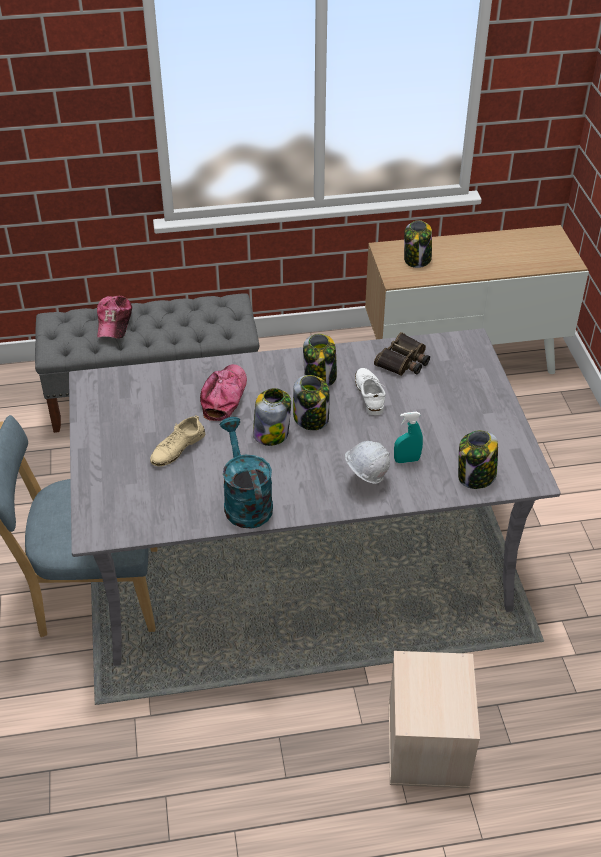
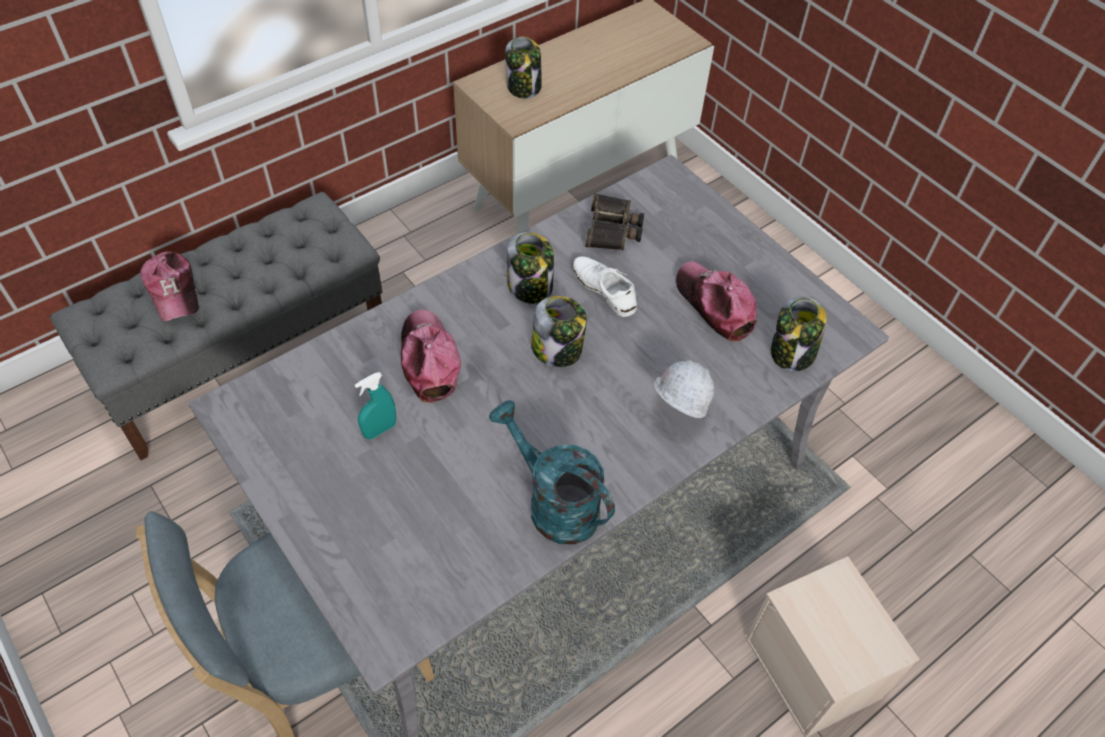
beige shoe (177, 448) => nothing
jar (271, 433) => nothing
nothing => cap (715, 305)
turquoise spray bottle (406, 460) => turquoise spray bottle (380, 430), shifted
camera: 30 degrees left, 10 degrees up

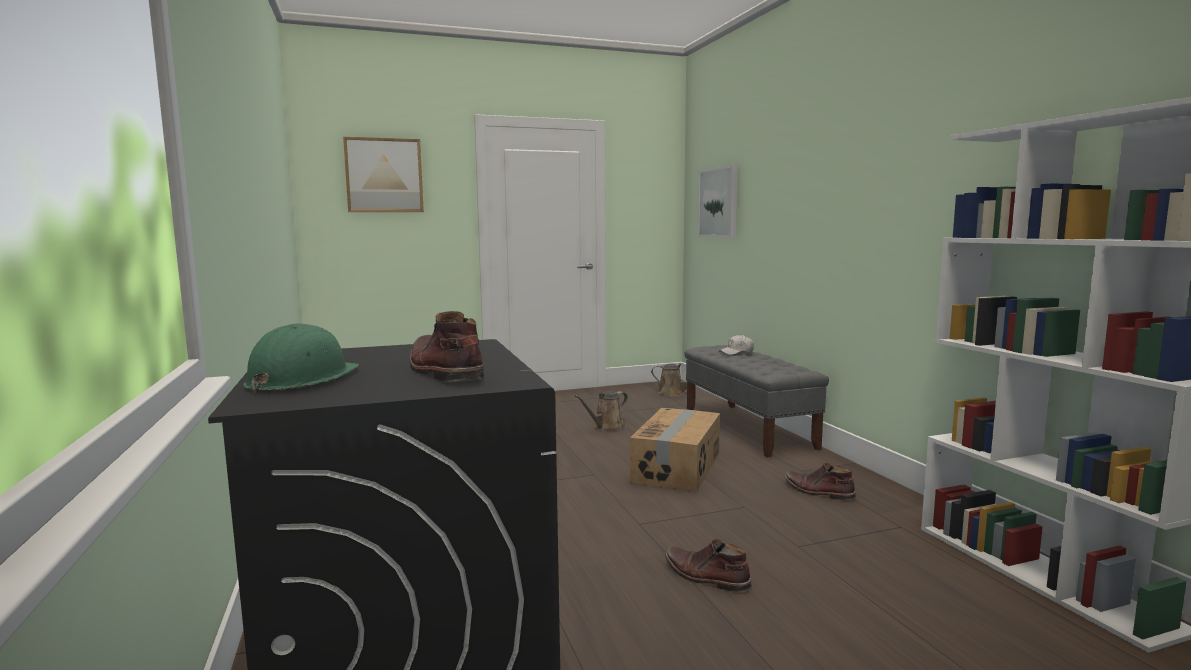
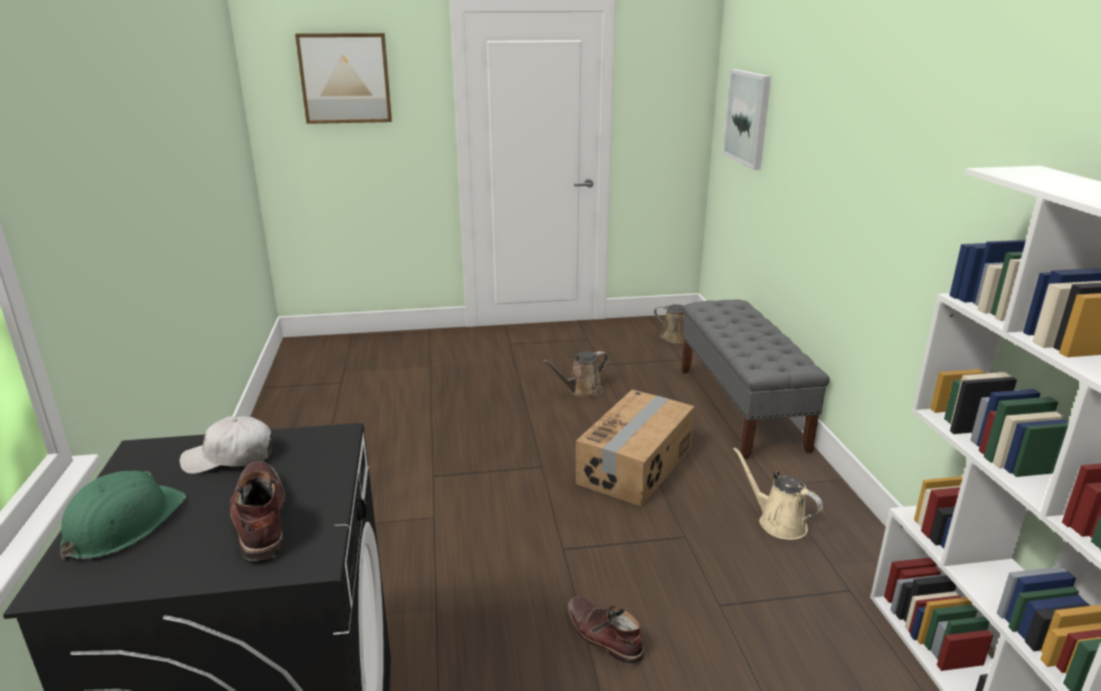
white cap (736, 352) => white cap (230, 457), shifted
brown boot (818, 491) => beige watering can (778, 522)
camera: 10 degrees right, 15 degrees up

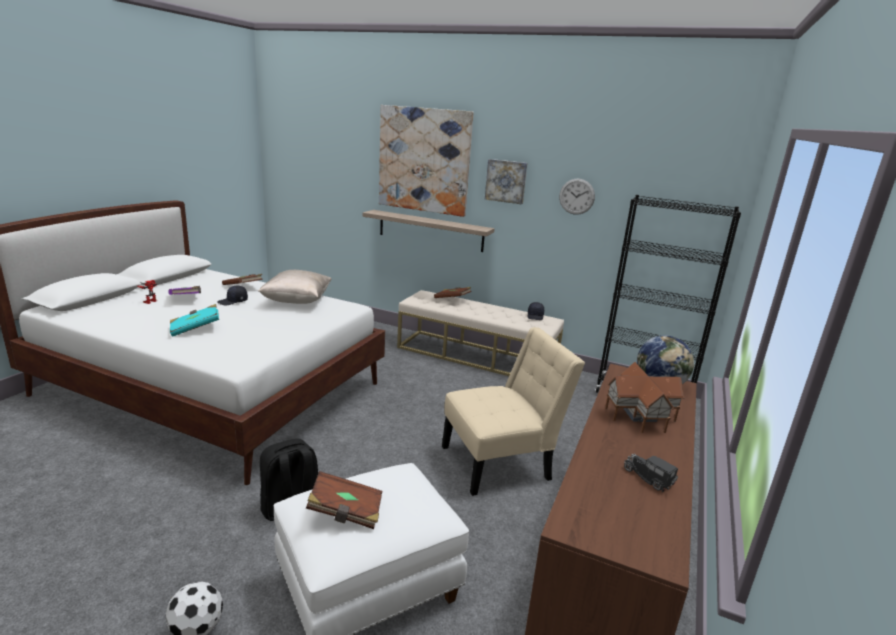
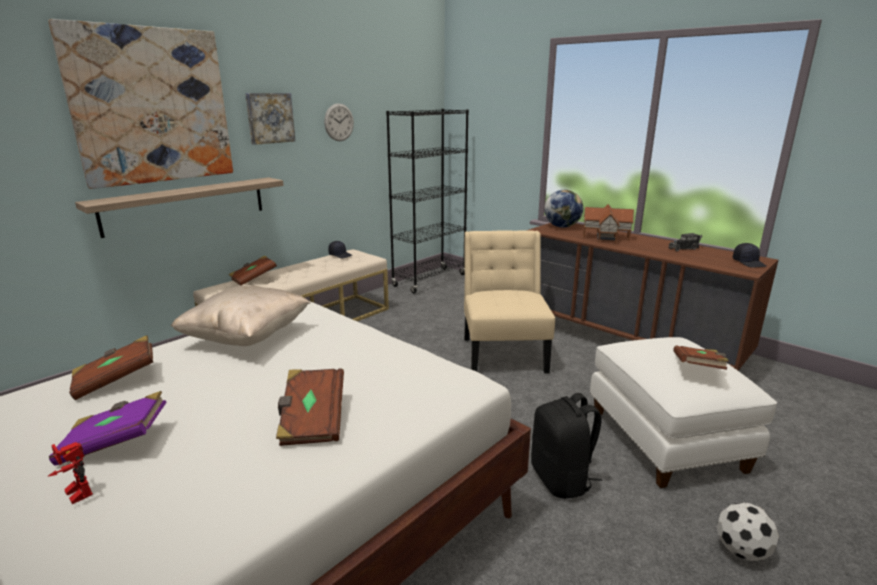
black cap (233, 301) => black cap (749, 263), shifted
turquoise book (195, 329) => brown book (312, 421)
camera: 70 degrees left, 0 degrees up

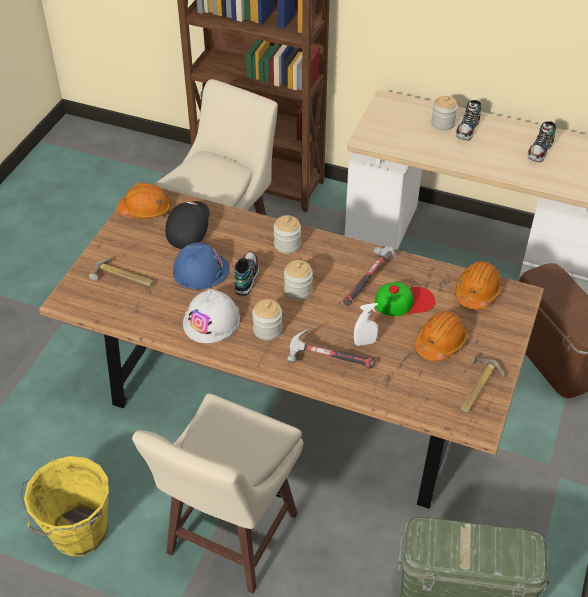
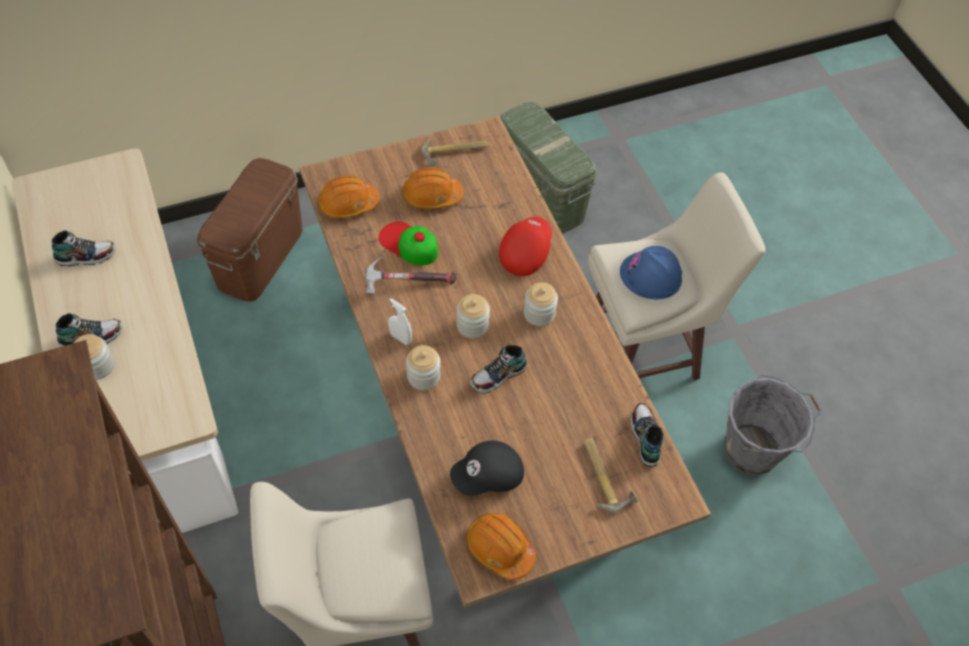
white hard hat (212, 321) => nothing
nothing => shoe (645, 438)
blue hard hat (201, 270) => blue hard hat (650, 276), shifted
white spray bottle (365, 342) => white spray bottle (400, 338), shifted
hammer (328, 360) => red cap (525, 252)
yellow bucket (78, 534) => grey bucket (753, 450)
camera: 135 degrees left, 10 degrees up

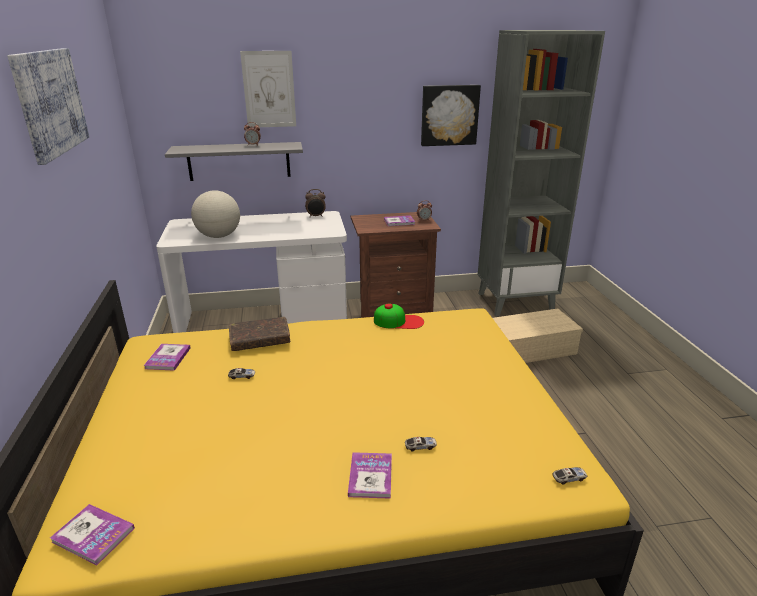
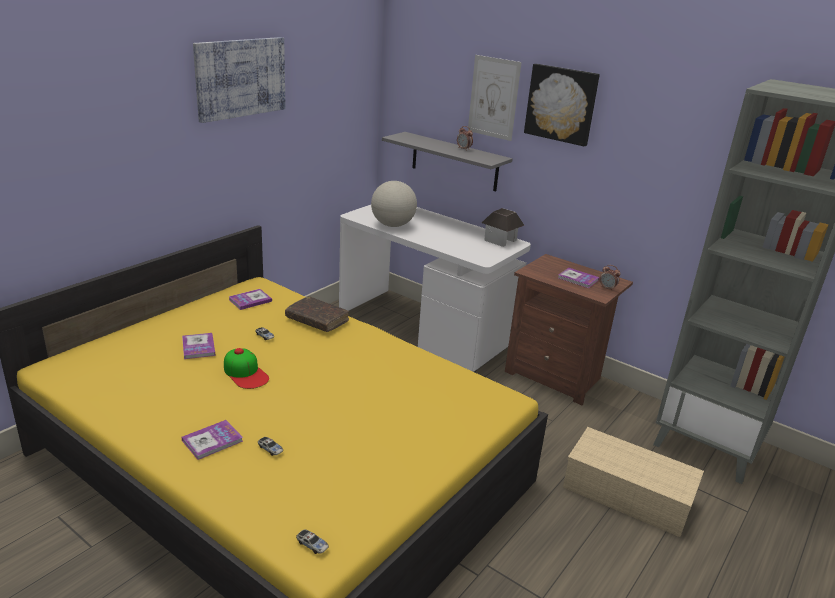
book (93, 535) => book (198, 347), shifted
cap (398, 321) => cap (245, 373), shifted
picture (449, 115) => picture (561, 104), shifted
alarm clock (316, 216) => toy house (500, 240)
camera: 45 degrees right, 0 degrees up

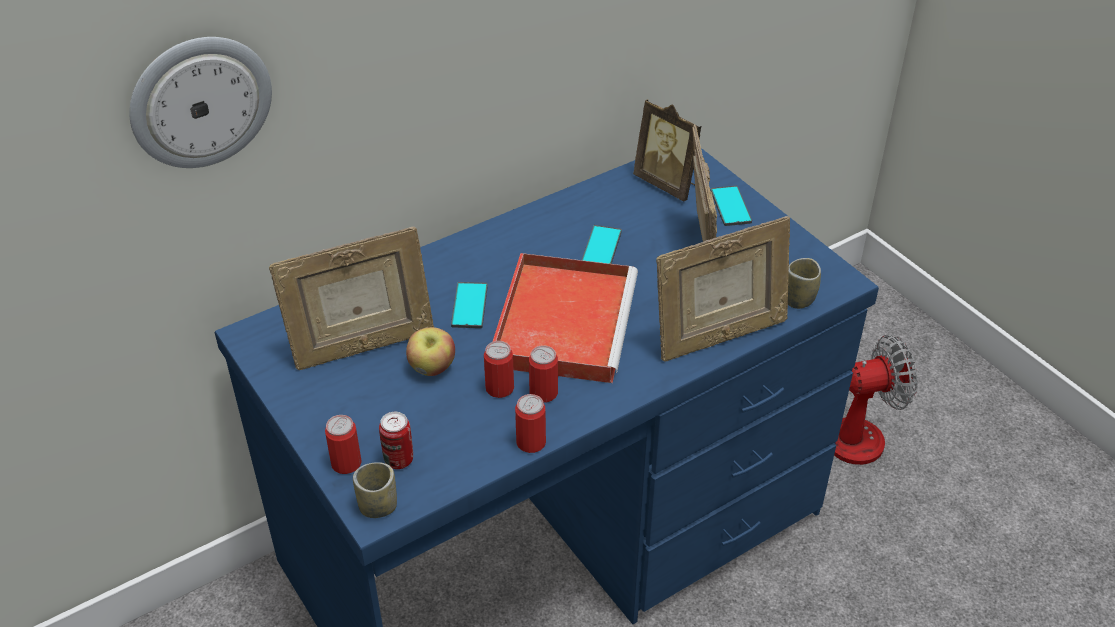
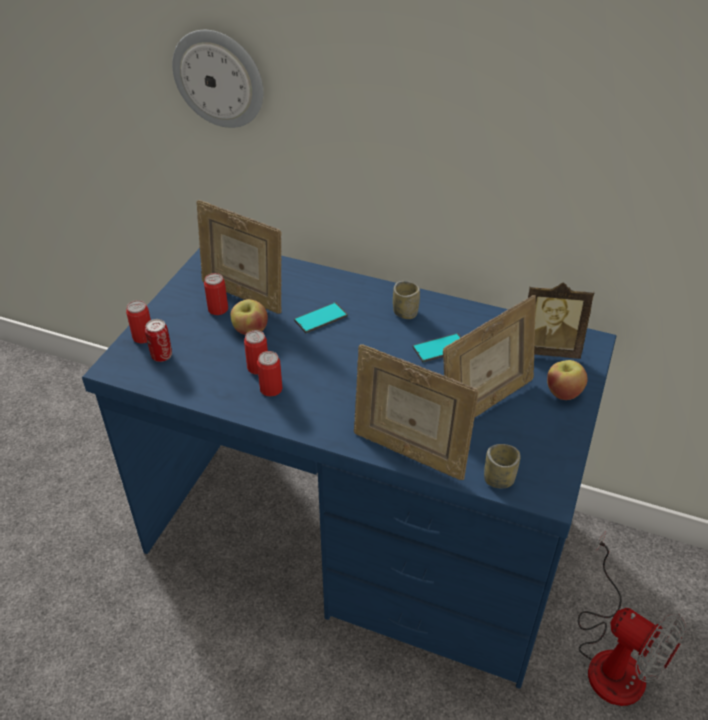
red tray (563, 320) => nothing
cup (378, 506) => cup (405, 313), shifted
can (531, 442) => can (218, 309), shifted
phone (730, 206) => apple (563, 392)
picture frame (668, 184) => picture frame (548, 348), 90 degrees counterclockwise
camera: 55 degrees right, 0 degrees up

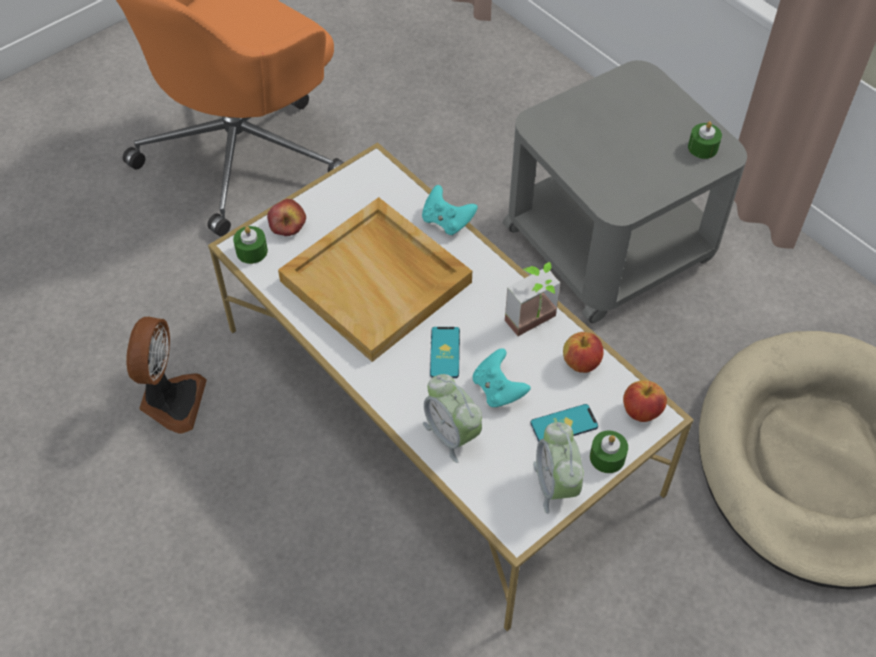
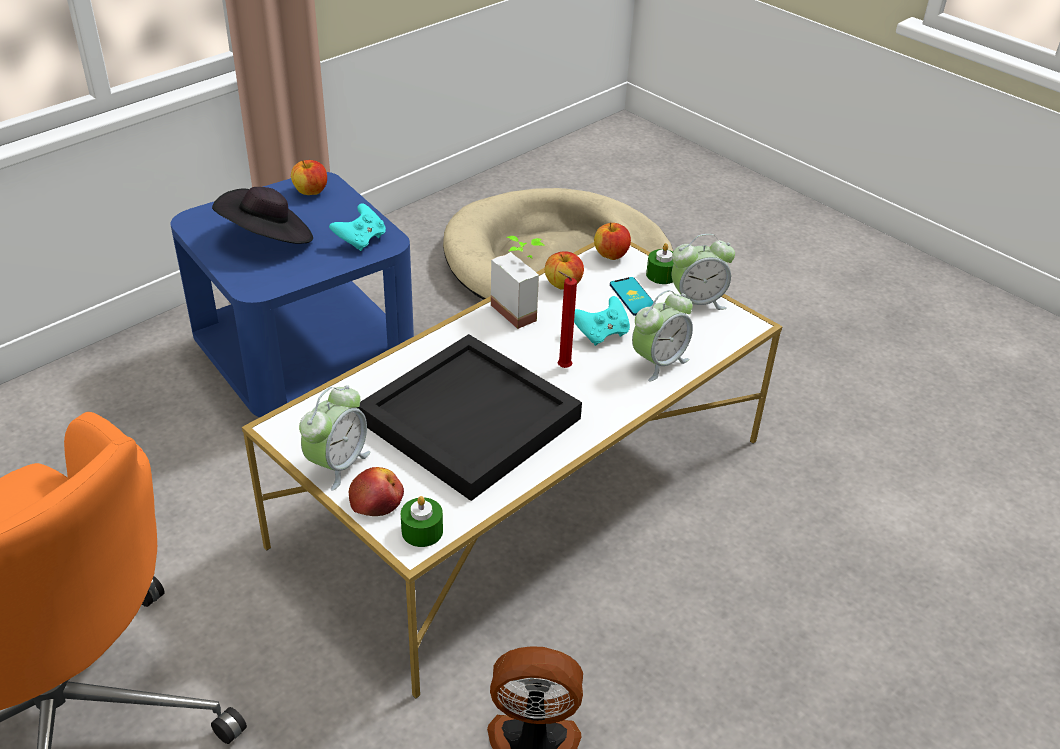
nothing => black hat (268, 239)
nothing => alarm clock (337, 464)
turquoise game controller (447, 221) => turquoise game controller (360, 240), shifted
phone (445, 352) => red candle (562, 367)
green candle (702, 147) => apple (310, 192)
beige tray (378, 282) => black tray (469, 418)
grey side table (610, 240) => blue side table (305, 362)
camera: 95 degrees left, 15 degrees down

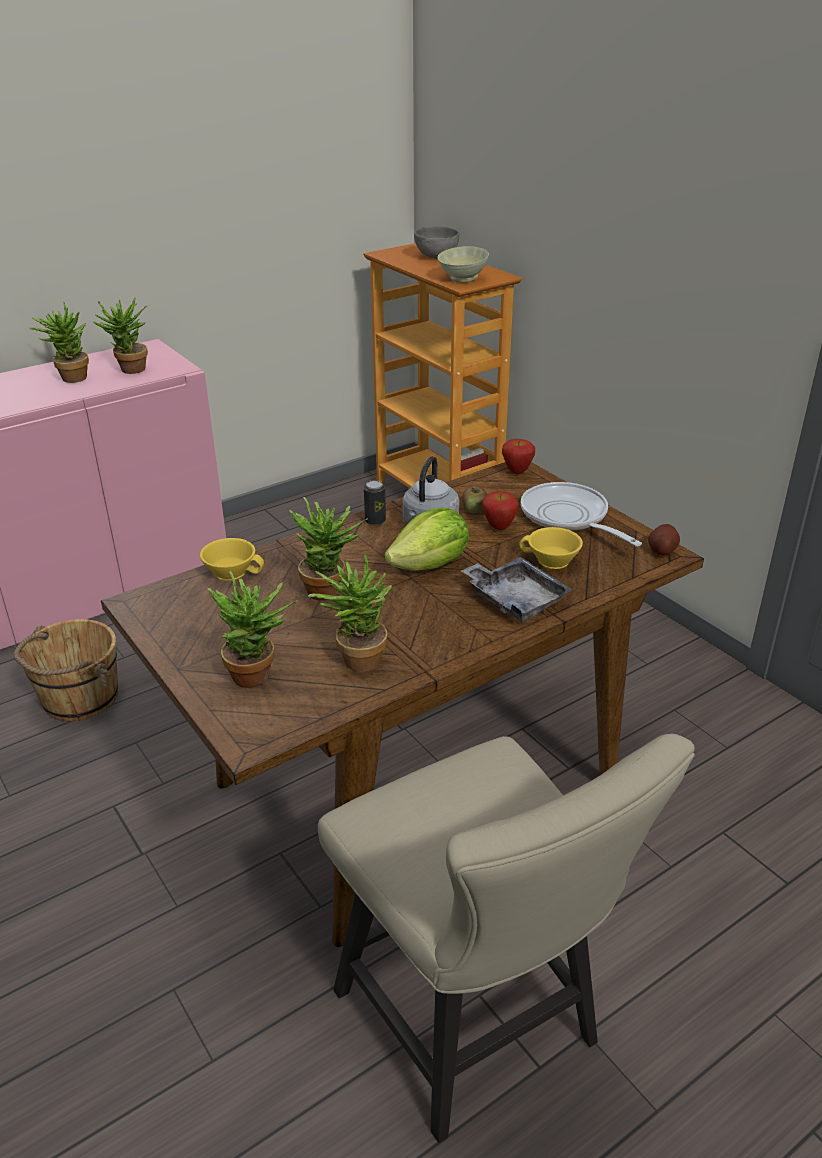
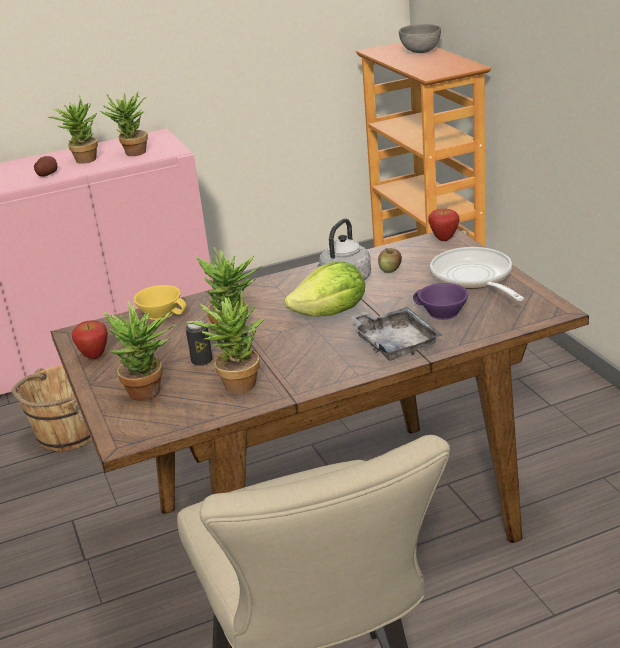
beige bowl (462, 279) => nothing
can (375, 521) => can (202, 361), shifted
apple (499, 527) => apple (94, 356), shifted
potato (662, 550) => potato (47, 174), shifted
yellow cup (551, 561) => purple cup (441, 313)
camera: 15 degrees right, 5 degrees down

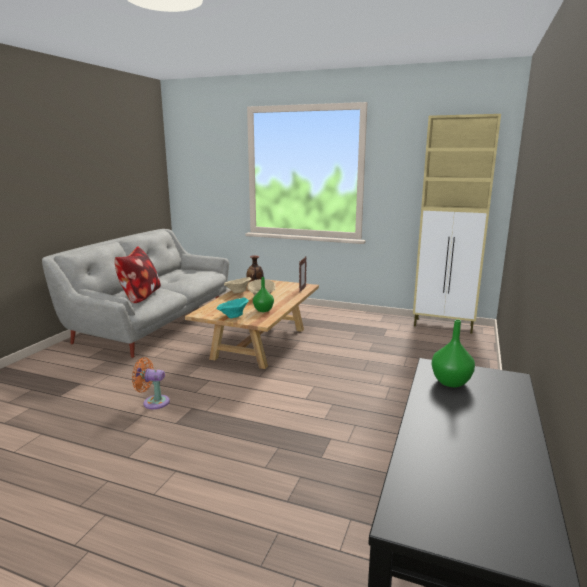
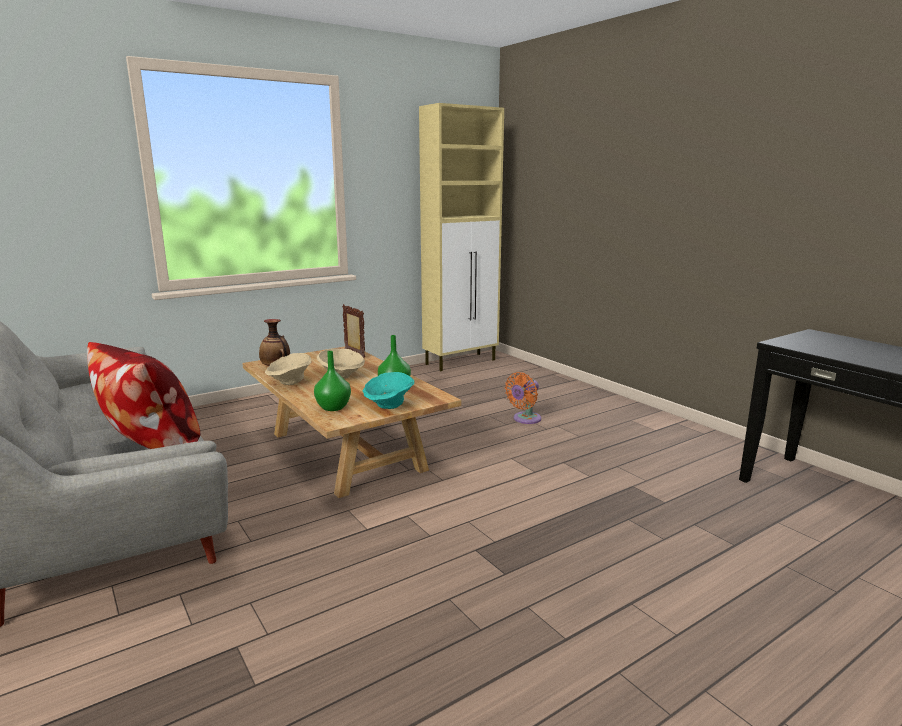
orange fan (153, 402) => orange fan (525, 419), shifted
green vase (451, 382) => green vase (333, 407), shifted
camera: 55 degrees left, 0 degrees up

